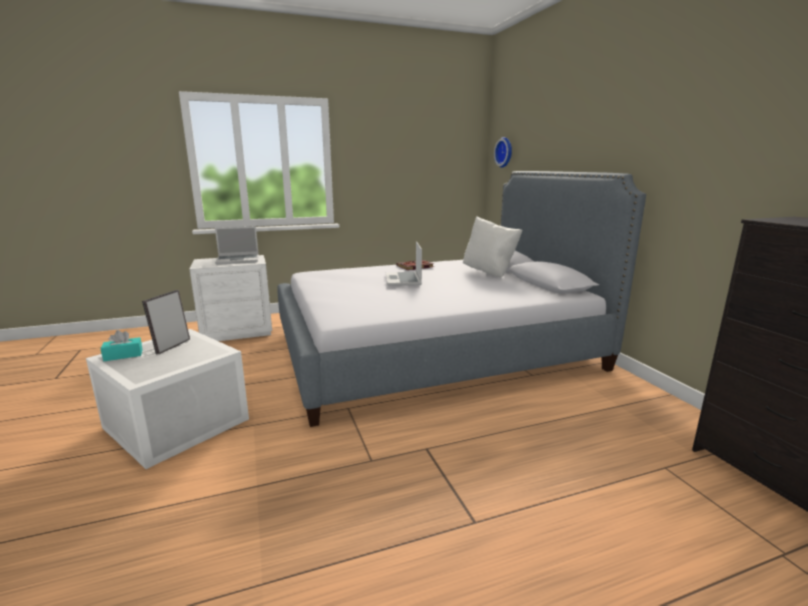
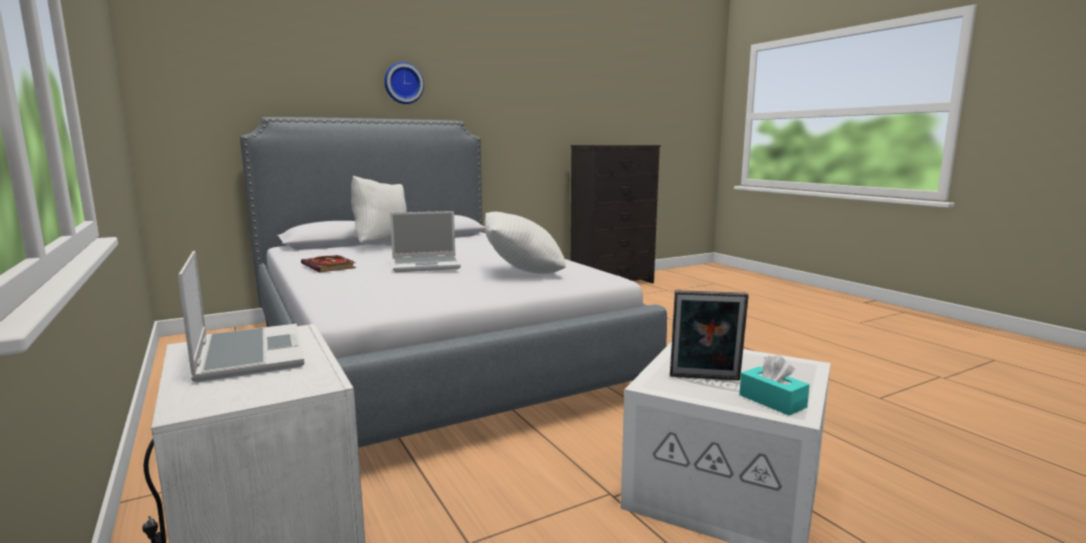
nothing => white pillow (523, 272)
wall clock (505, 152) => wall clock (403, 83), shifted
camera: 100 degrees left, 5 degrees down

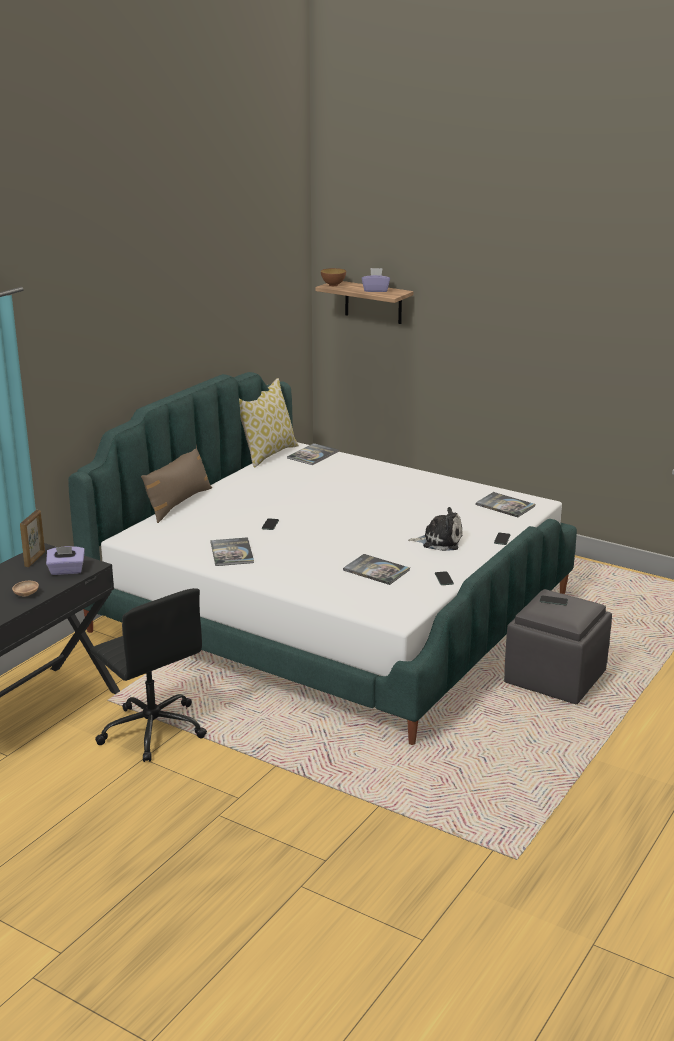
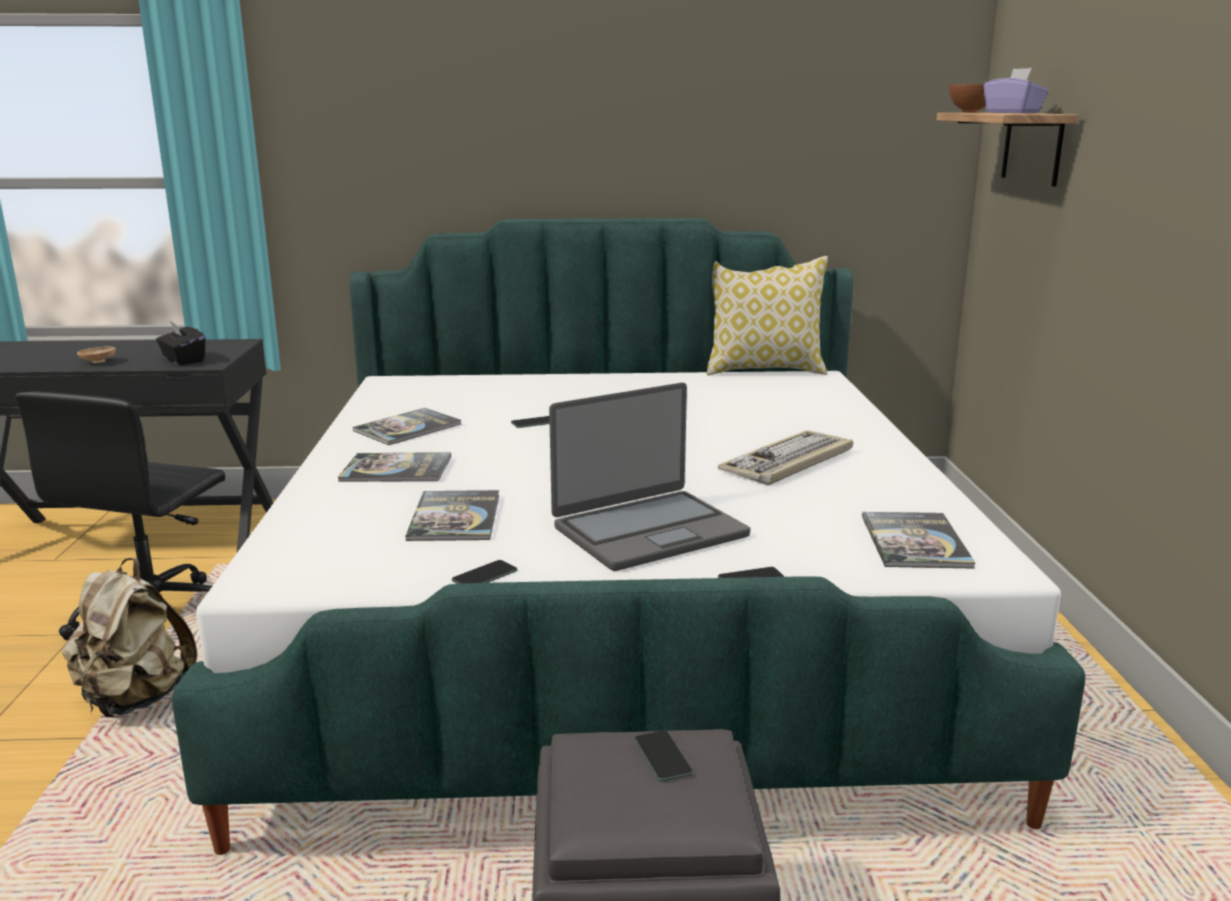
picture frame (35, 559) => nothing
brown pillow (178, 503) => nothing
nothing => beige backpack (135, 699)
nothing => keyboard (788, 462)
book (313, 455) => book (396, 469), shifted
plush toy (439, 541) => laptop (648, 531)
purple tissue box (66, 571) => black tissue box (183, 360)
camera: 55 degrees right, 5 degrees down

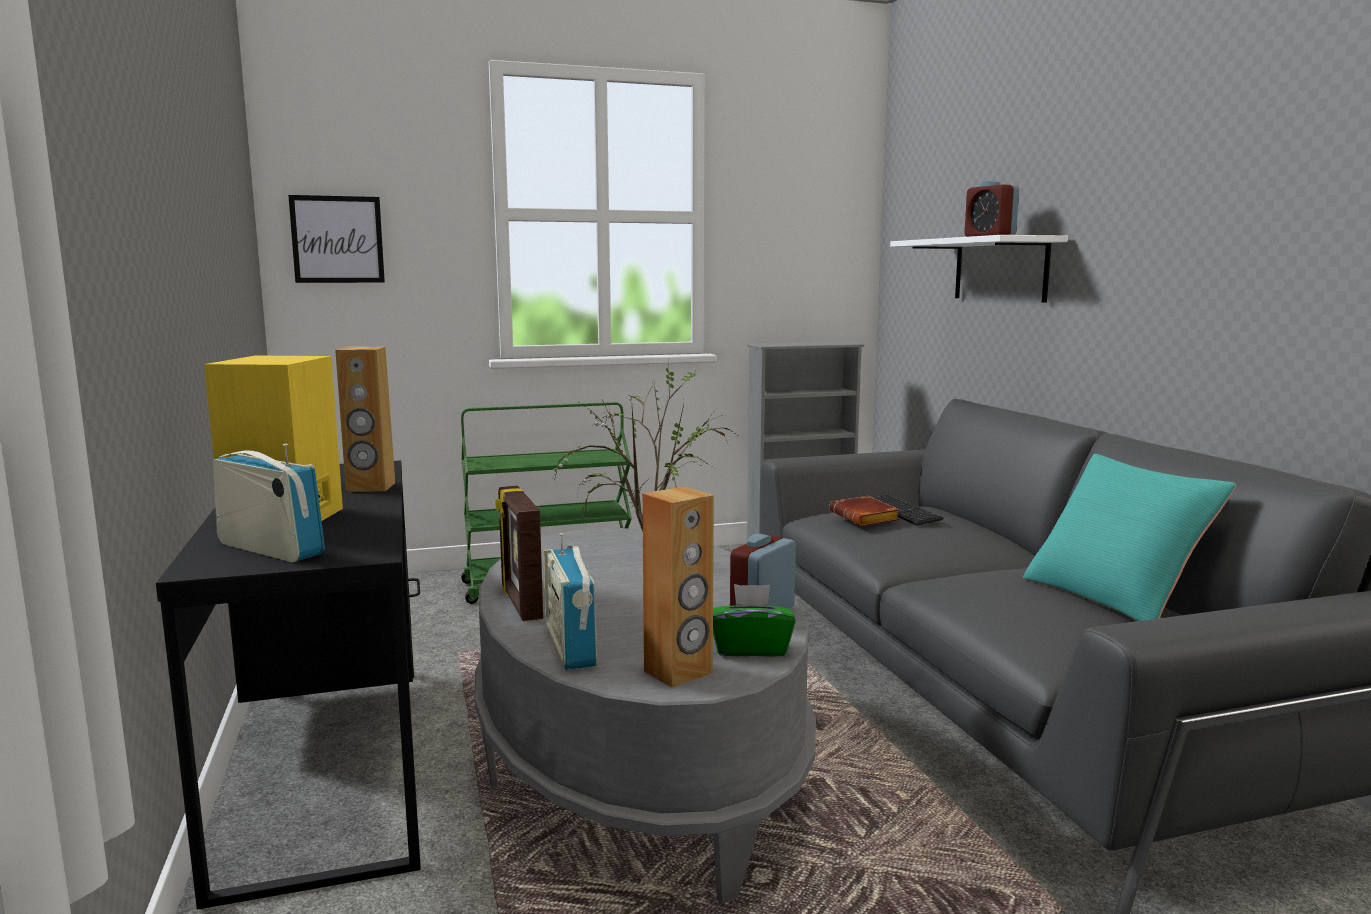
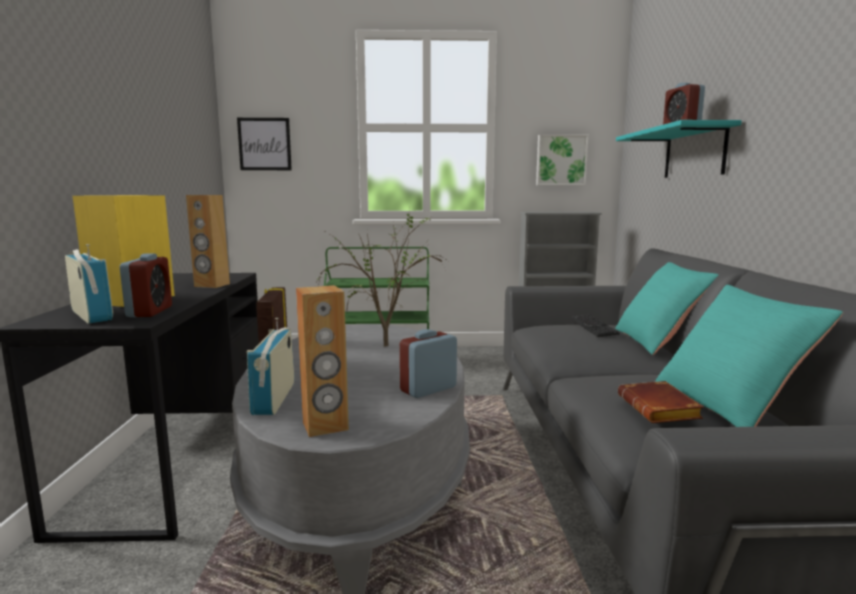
green tissue box (751, 648) => nothing
nothing => alarm clock (150, 311)
nothing => picture (561, 160)
nothing => turquoise pillow (658, 341)
brown book (866, 518) => brown book (661, 409), shifted
white shelf (1000, 269) => turquoise shelf (694, 153)
camera: 15 degrees right, 0 degrees up

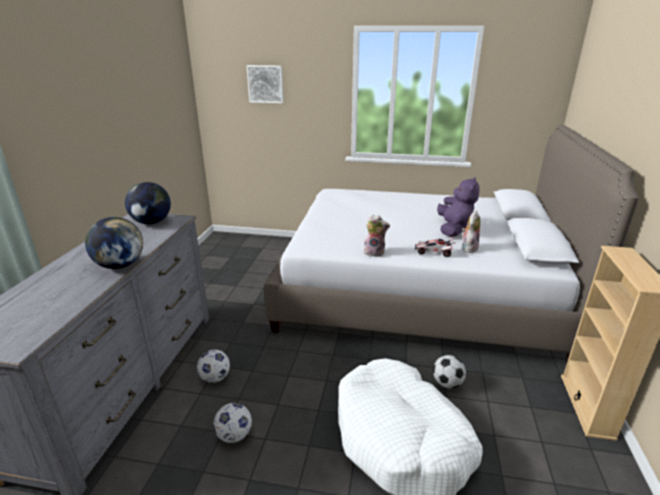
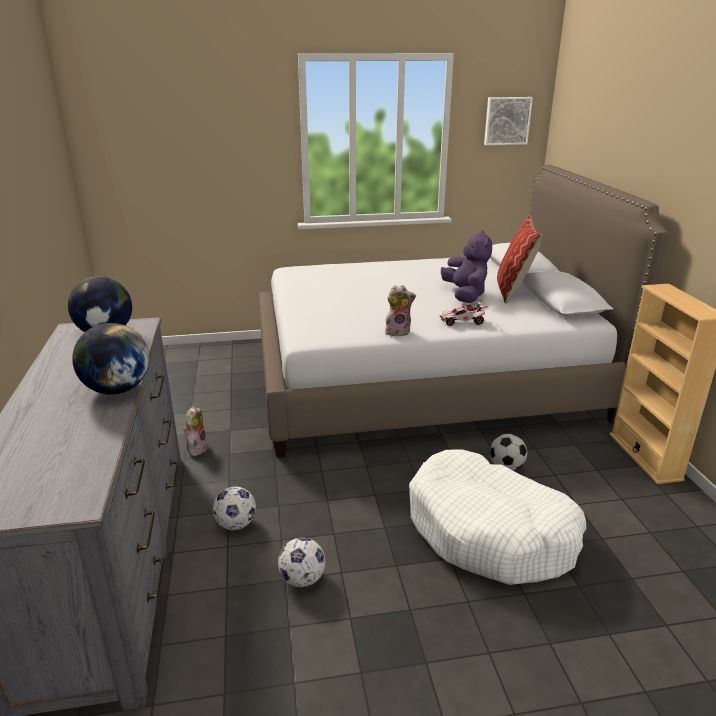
nothing => pillow (513, 291)
picture (265, 84) => picture (507, 121), shifted
plush toy (468, 248) => plush toy (196, 448), shifted
camera: 20 degrees left, 0 degrees up

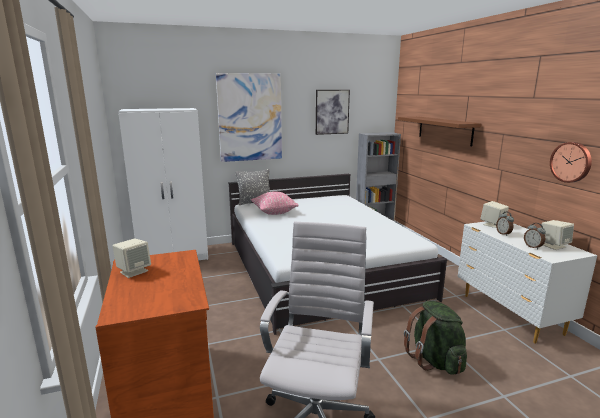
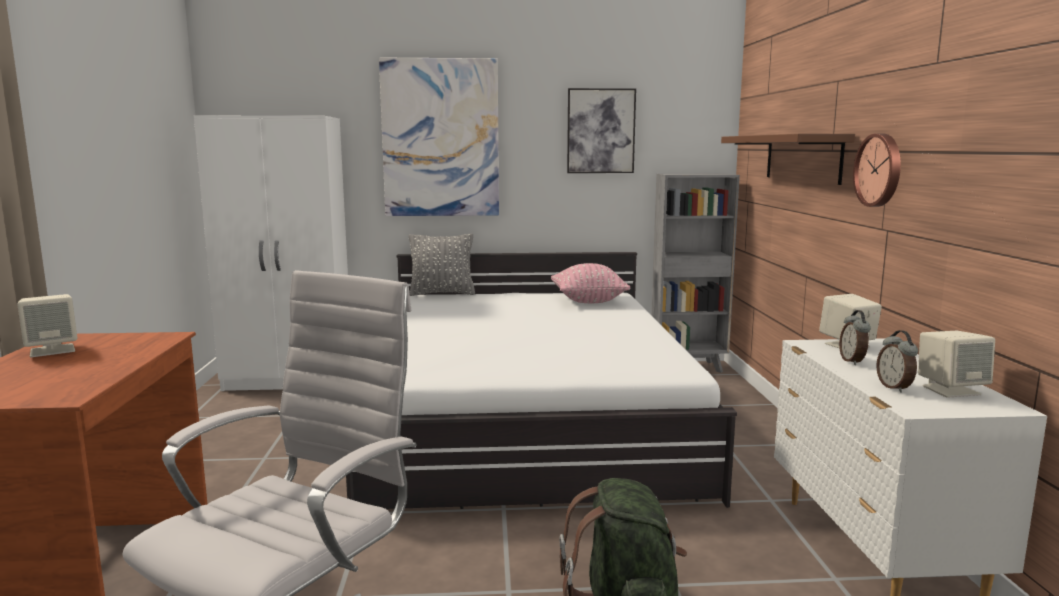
pink pillow (274, 212) => pink pillow (588, 301), shifted
wall clock (571, 162) => wall clock (880, 170), shifted
camera: 15 degrees right, 5 degrees down

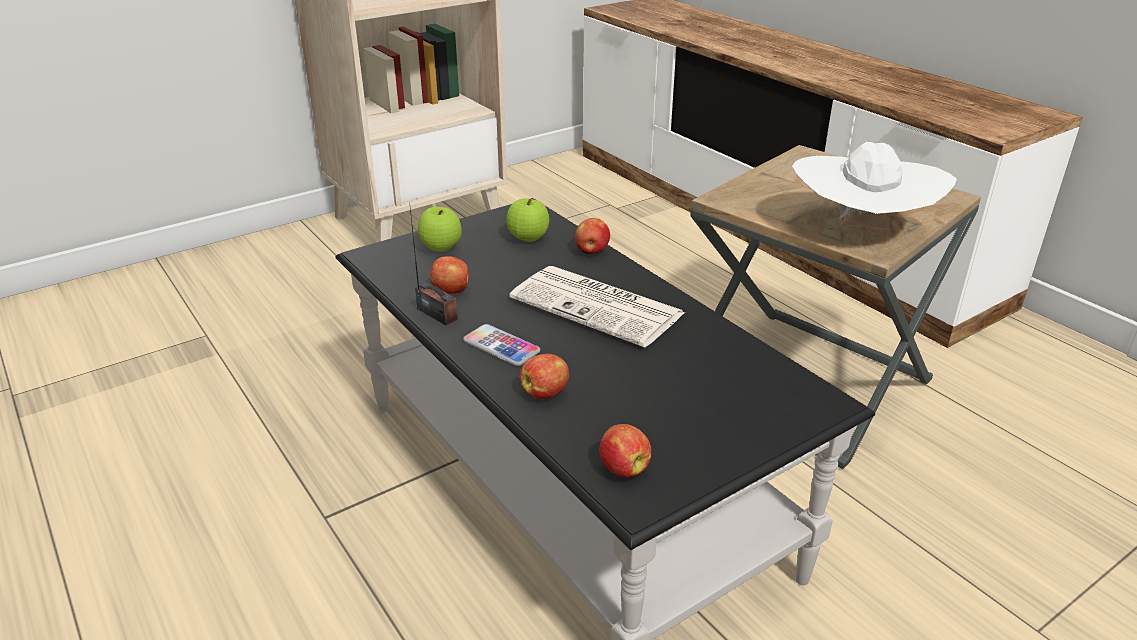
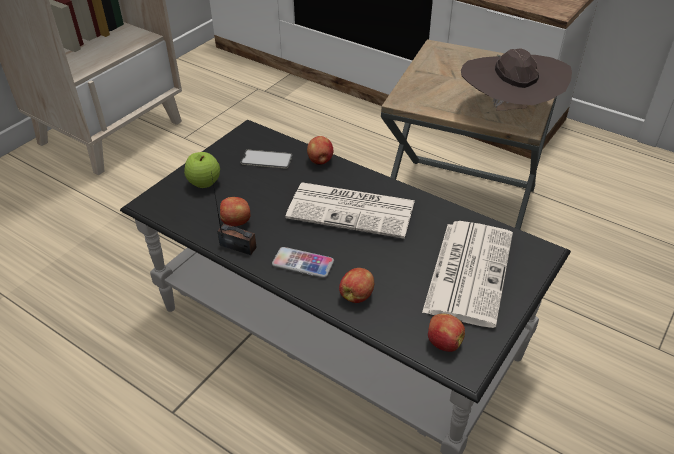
nothing => newspaper (468, 271)
apple (528, 238) => phone (266, 159)
white hat (860, 232) => brown hat (508, 112)
camera: 20 degrees left, 10 degrees up

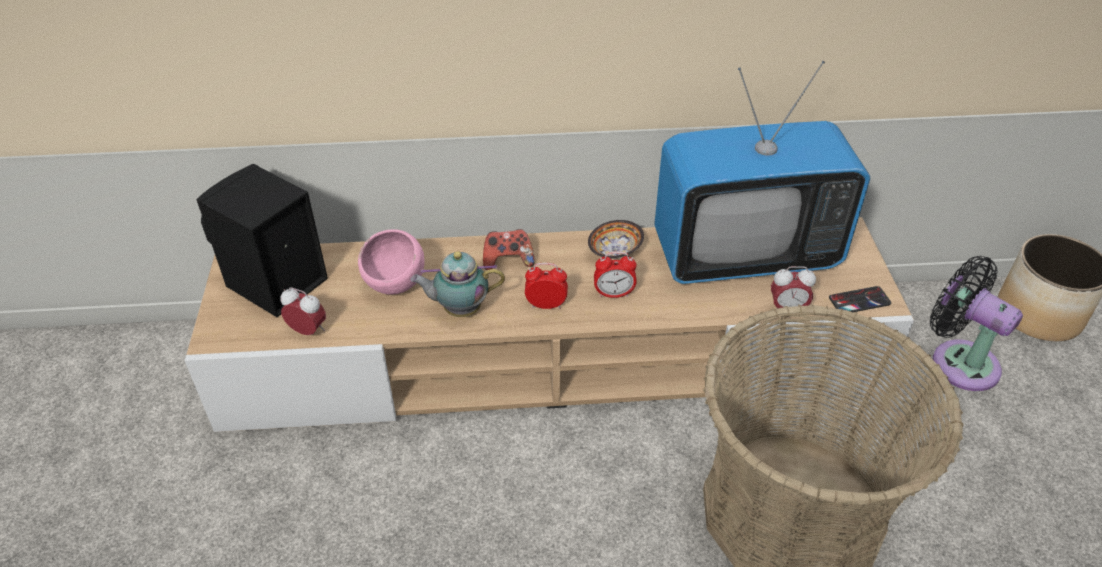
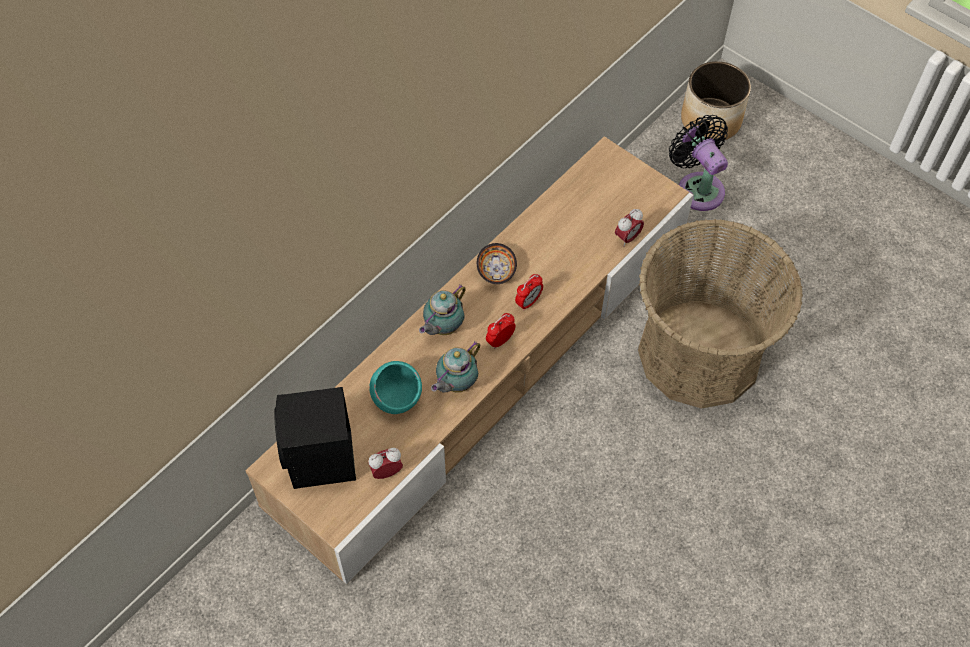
television (745, 255) => nothing
phone (859, 300) => nothing
game controller (508, 260) => teapot (442, 327)
pink bowl (396, 284) => turquoise bowl (397, 398)
black fan (958, 361) => black fan (698, 187), 60 degrees clockwise
camera: 45 degrees left, 15 degrees up

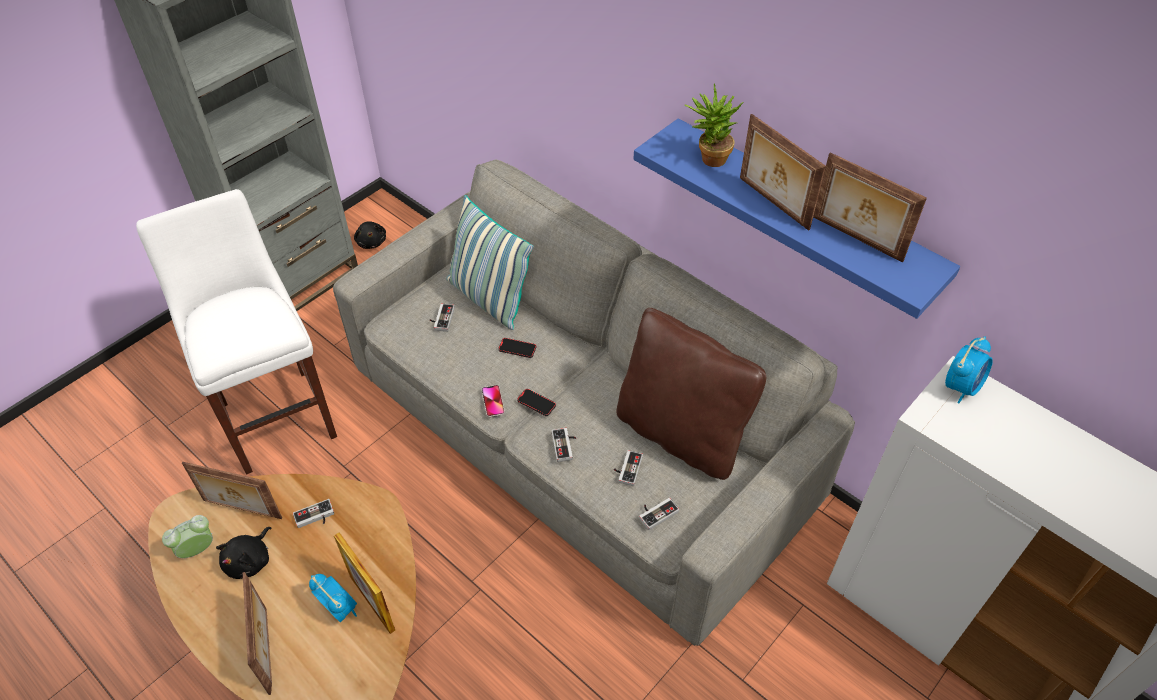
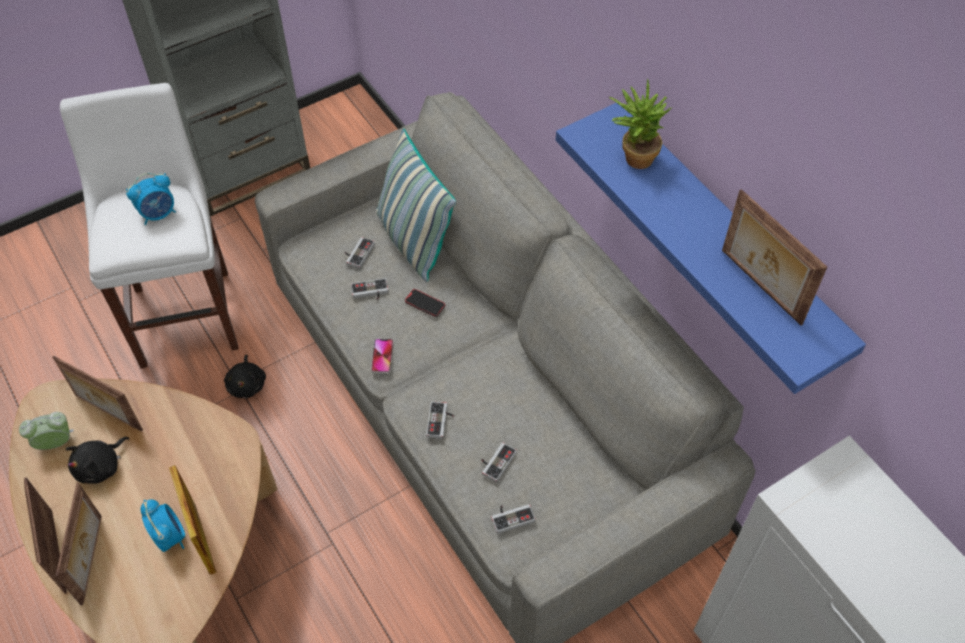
phone (536, 403) => nothing
brown pillow (681, 433) => nothing
game controller (315, 518) => game controller (370, 293), shifted
black plush toy (371, 241) => black plush toy (247, 384), shifted
picture frame (772, 204) => picture frame (56, 552), shifted
alarm clock (961, 387) => alarm clock (158, 214), shifted
camera: 15 degrees right, 5 degrees up

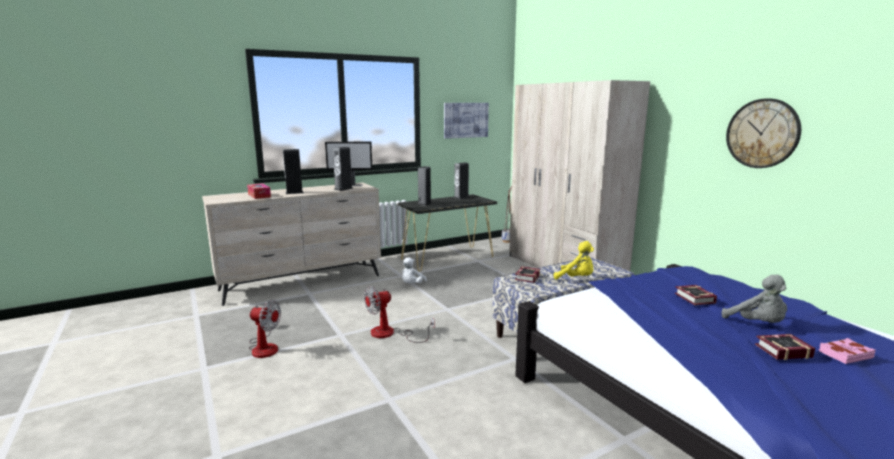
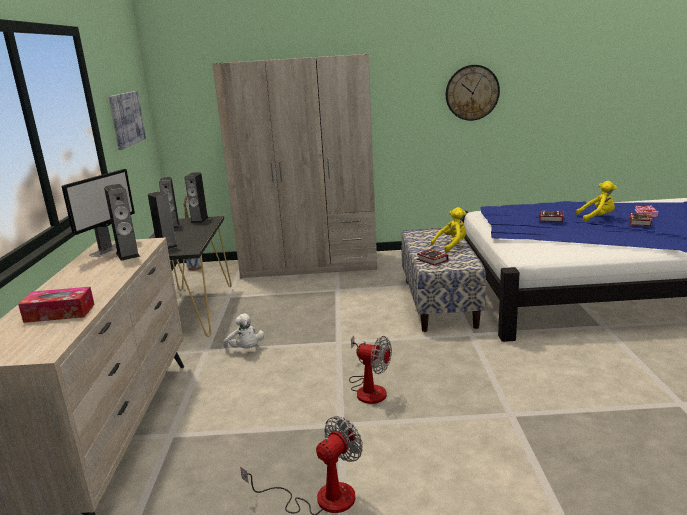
speaker (294, 192) => speaker (199, 220), shifted
grey plush toy (757, 324) => yellow plush toy (597, 218)
fan (390, 334) => fan (368, 388), 60 degrees counterclockwise
camera: 60 degrees left, 5 degrees up

